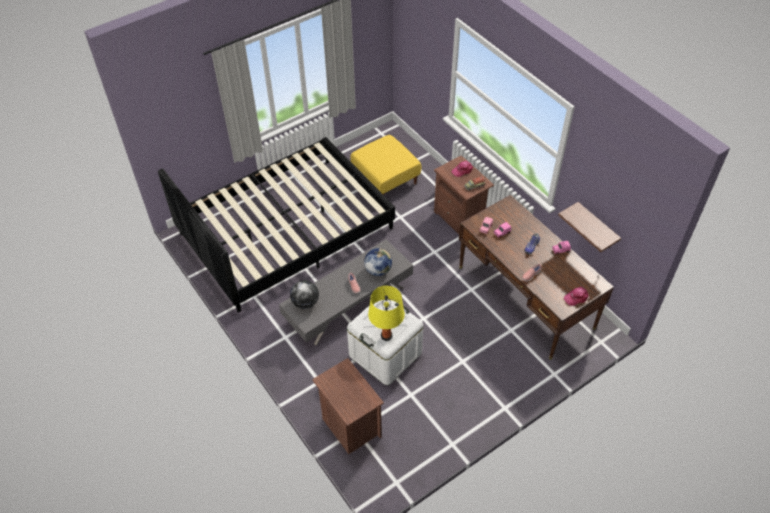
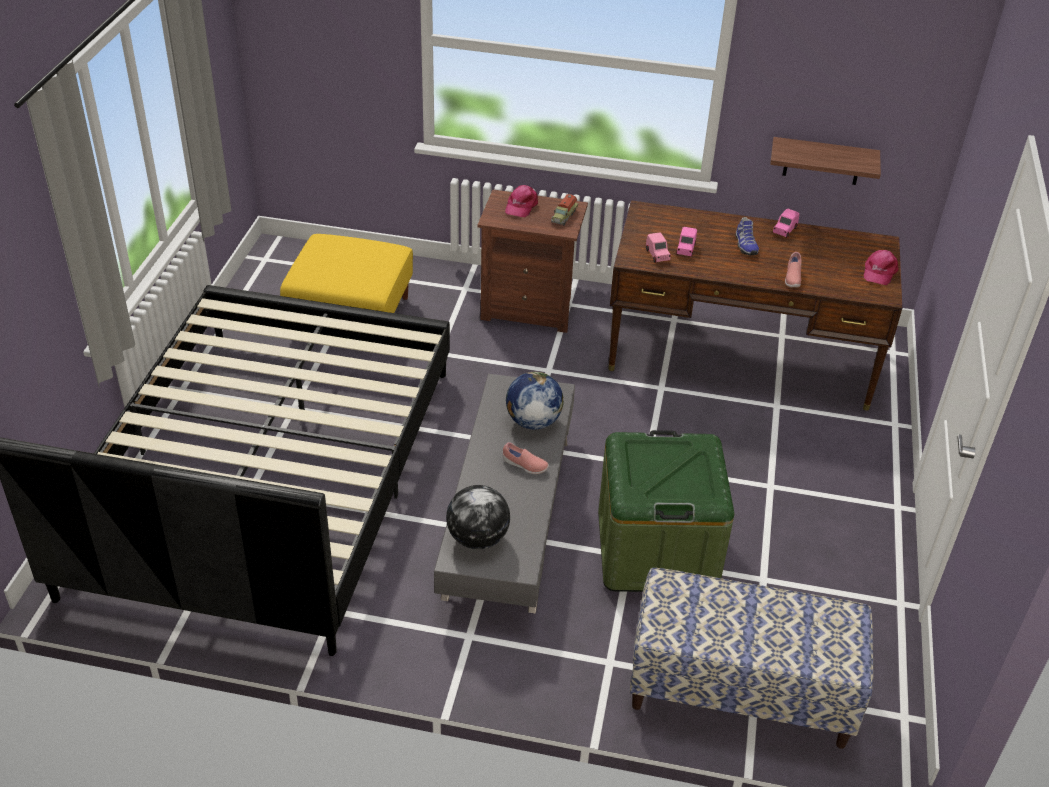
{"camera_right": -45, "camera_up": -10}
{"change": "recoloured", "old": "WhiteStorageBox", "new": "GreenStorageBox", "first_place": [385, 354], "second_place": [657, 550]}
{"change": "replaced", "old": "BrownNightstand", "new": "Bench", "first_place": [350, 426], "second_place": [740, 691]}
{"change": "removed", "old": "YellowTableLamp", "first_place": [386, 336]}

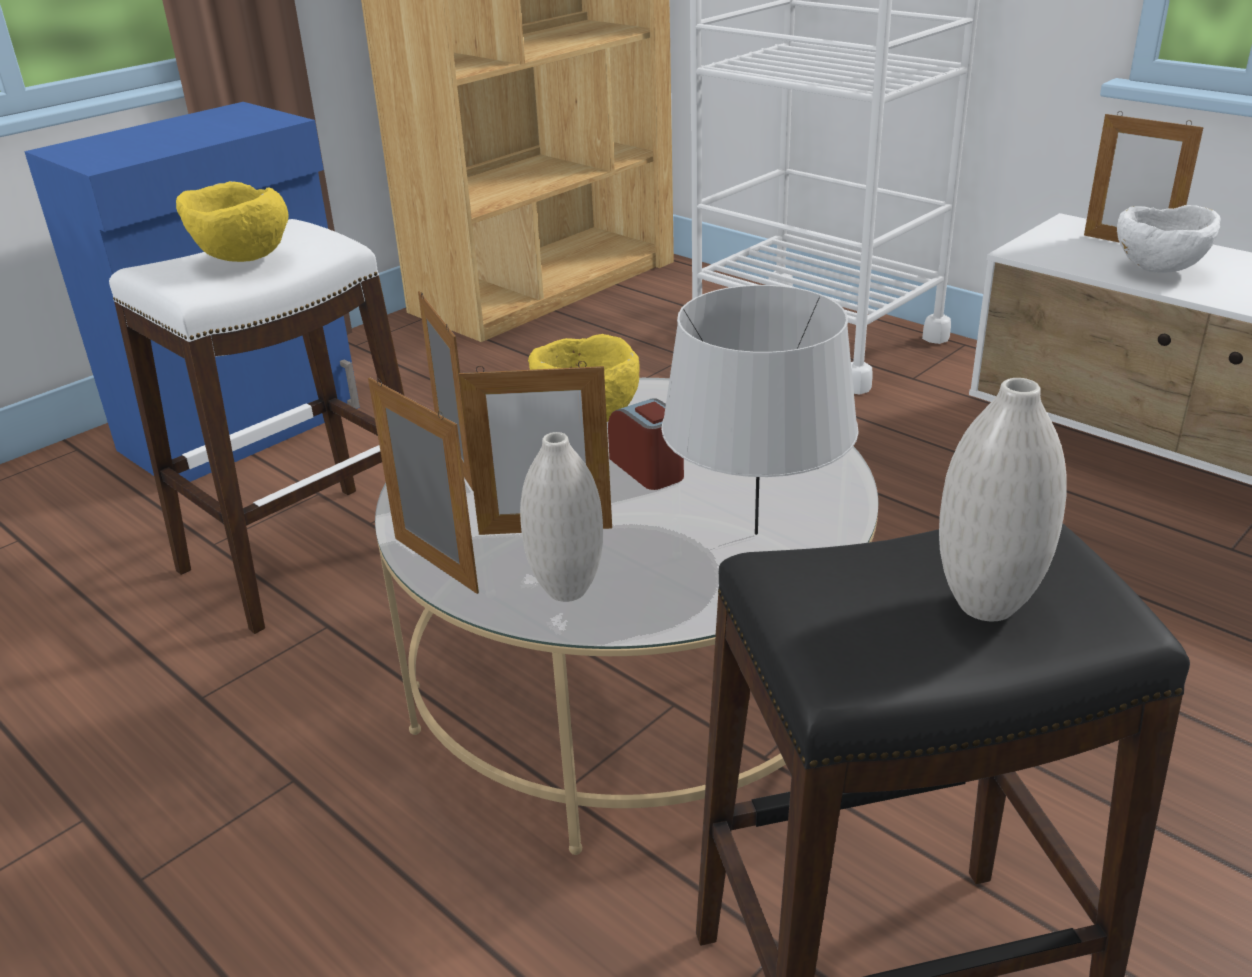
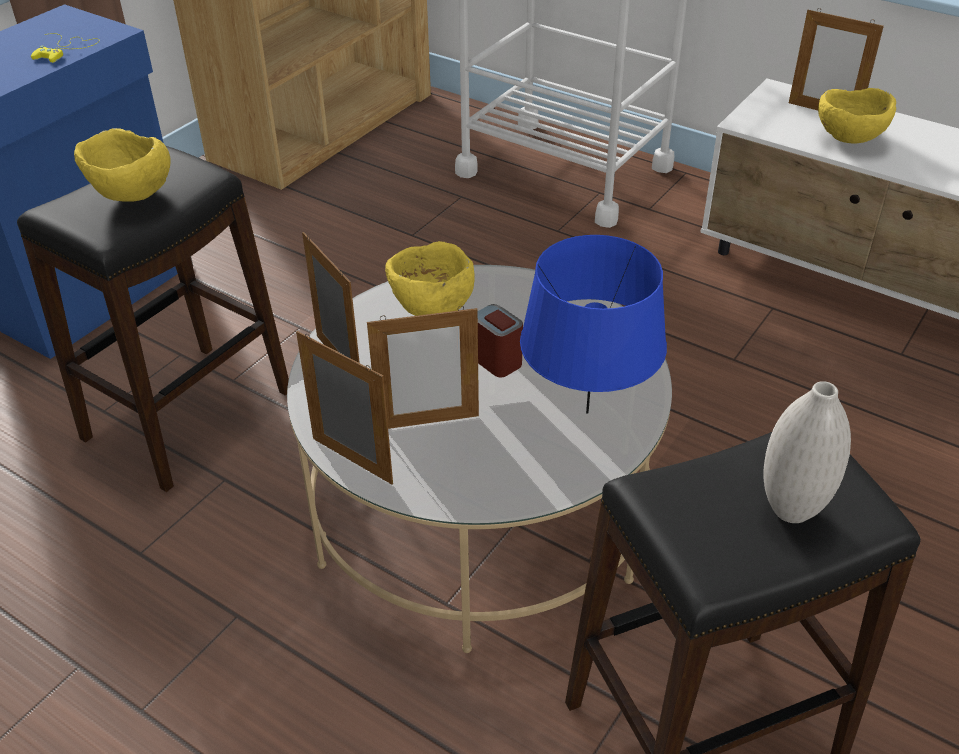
{"camera_right": -10, "camera_up": 10}
{"change": "recoloured", "old": "WhiteStool", "new": "BlackStool", "first_place": [307, 554], "second_place": [188, 414]}
{"change": "added", "new": "YellowGameController", "second_place": [66, 49]}
{"change": "recoloured", "old": "GreyTableLamp", "new": "BlueTableLamp", "first_place": [755, 533], "second_place": [586, 413]}
{"change": "recoloured", "old": "WhiteBowl", "new": "YellowBowl", "first_place": [1158, 272], "second_place": [848, 141]}
{"change": "removed", "old": "WhiteVase", "first_place": [567, 590]}

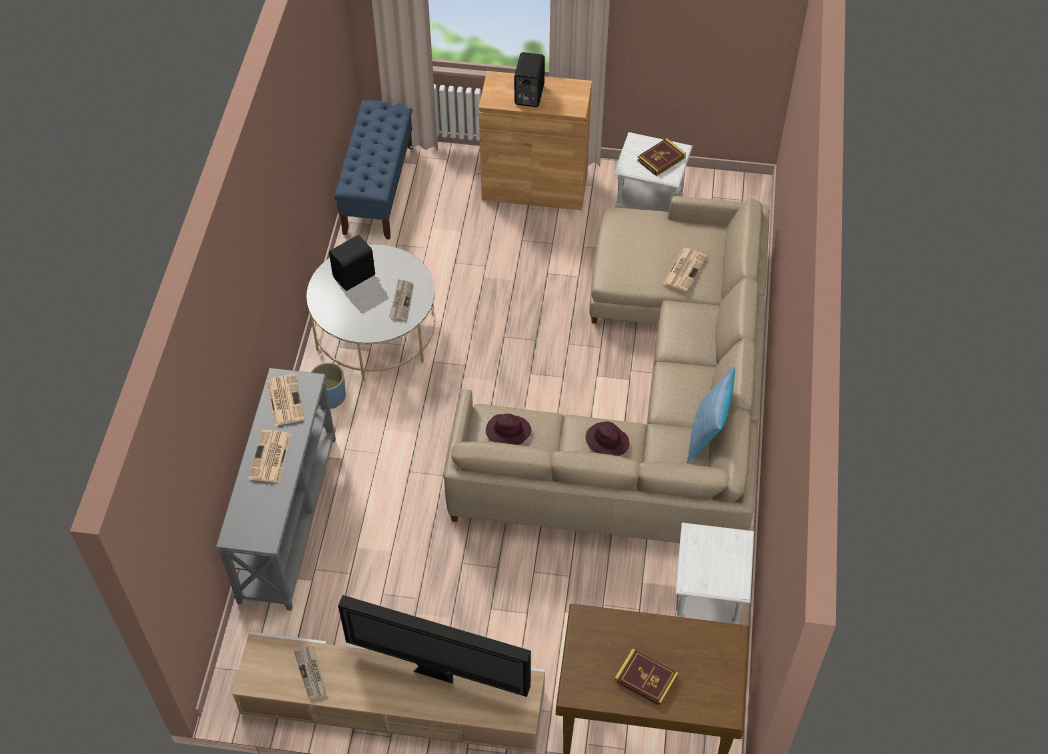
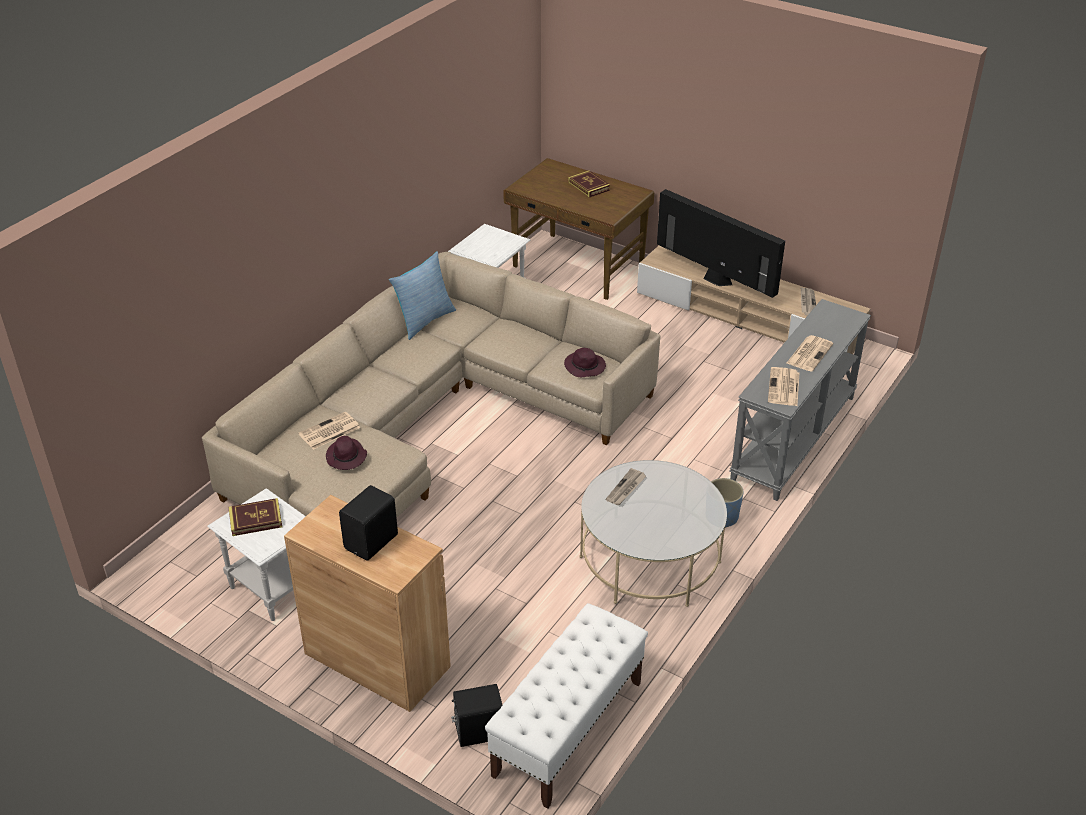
{"camera_right": -155, "camera_up": -15}
{"change": "moved", "old": "PurpleHat", "first_place": [606, 441], "second_place": [346, 457]}
{"change": "moved", "old": "BlackSpeaker", "first_place": [355, 276], "second_place": [478, 731]}
{"change": "recoloured", "old": "BlueBench", "new": "WhiteBench", "first_place": [378, 189], "second_place": [568, 729]}

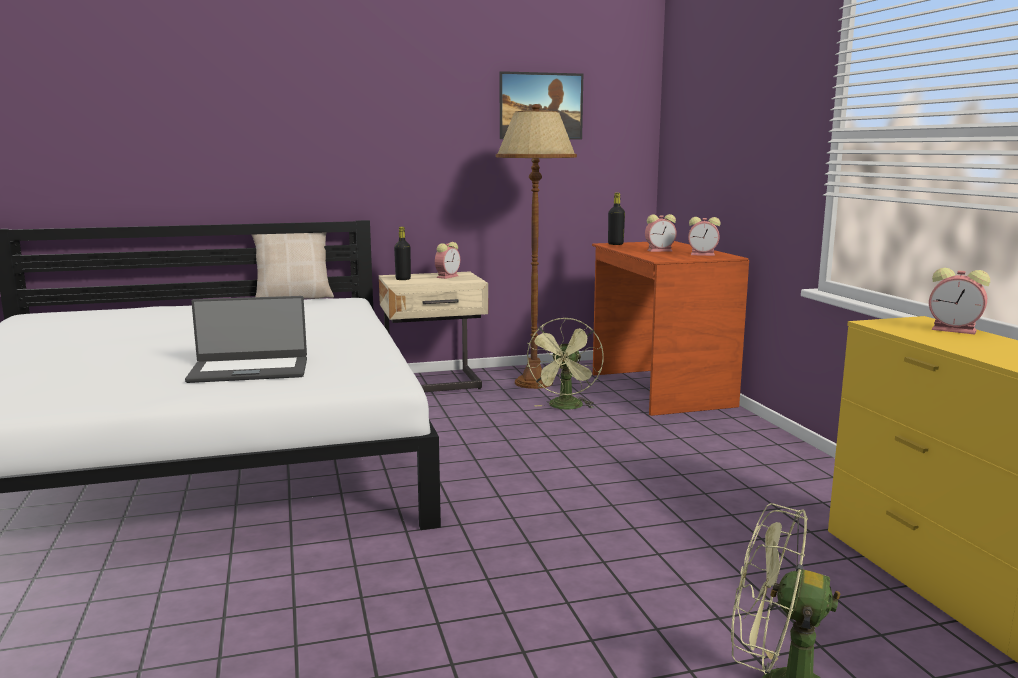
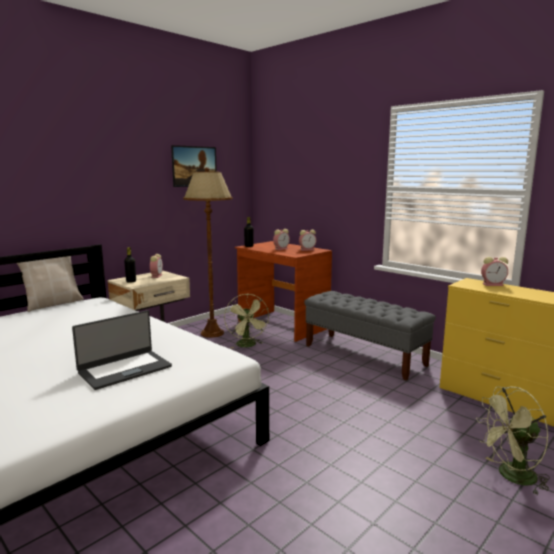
{"camera_right": -30, "camera_up": 0}
{"change": "added", "new": "GreyBench", "second_place": [364, 355]}

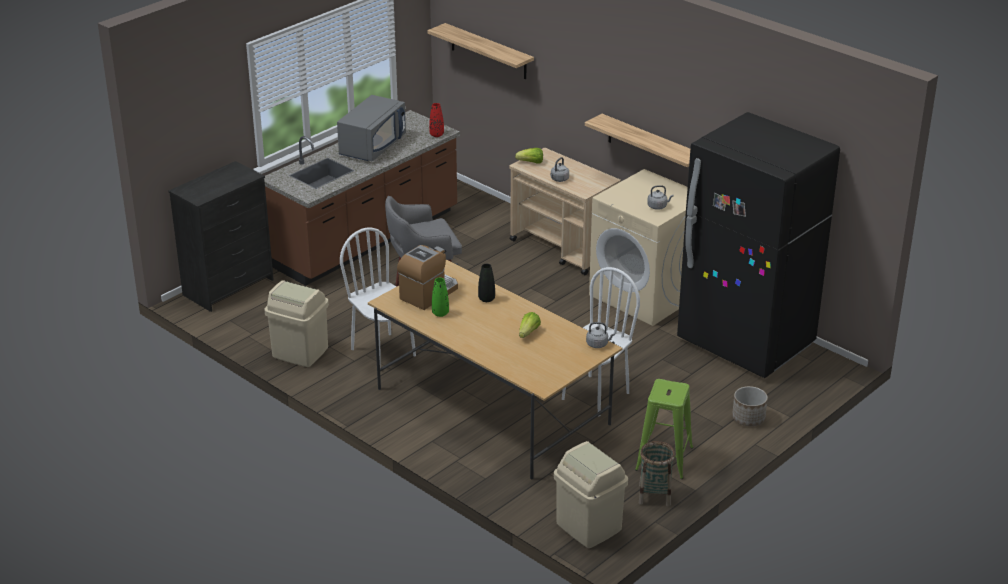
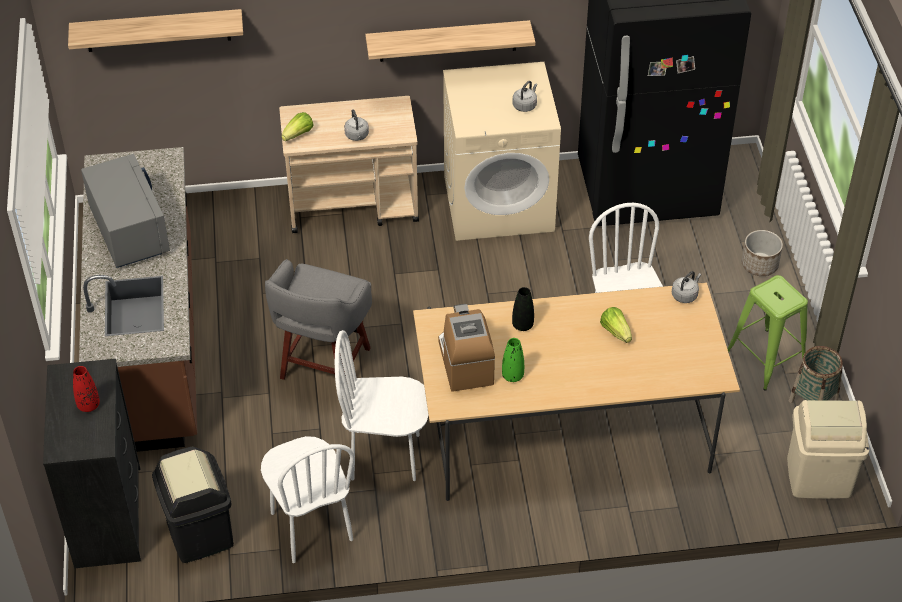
{"camera_right": -50, "camera_up": 15}
{"change": "moved", "old": "RedVase", "first_place": [436, 135], "second_place": [88, 405]}
{"change": "added", "new": "BlackTrashCan", "second_place": [199, 533]}
{"change": "replaced", "old": "BeigeTrashCan", "new": "WhiteChair", "first_place": [300, 352], "second_place": [310, 527]}

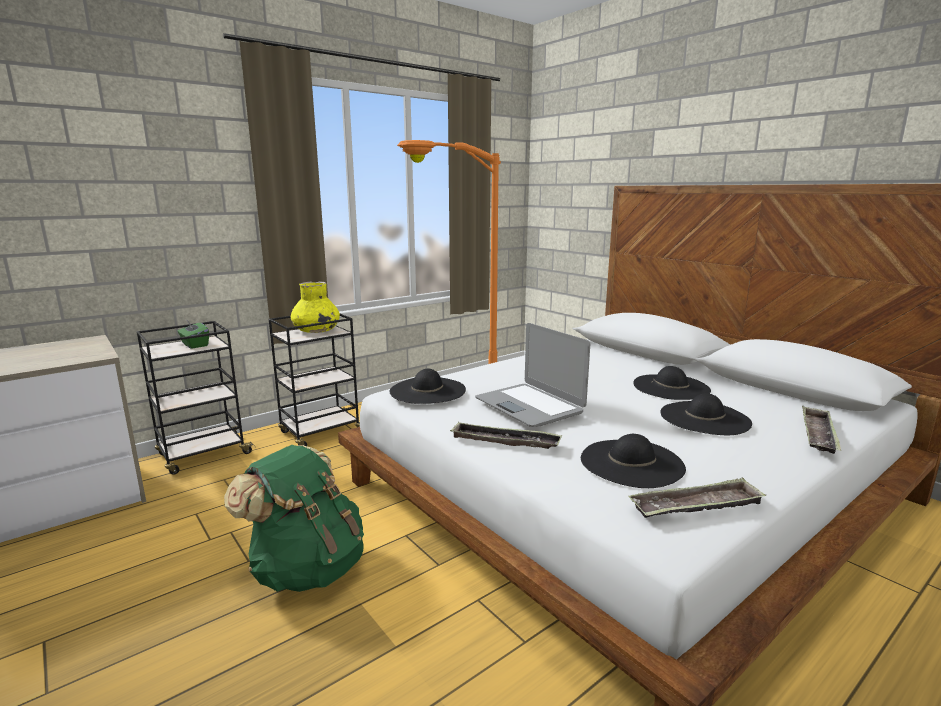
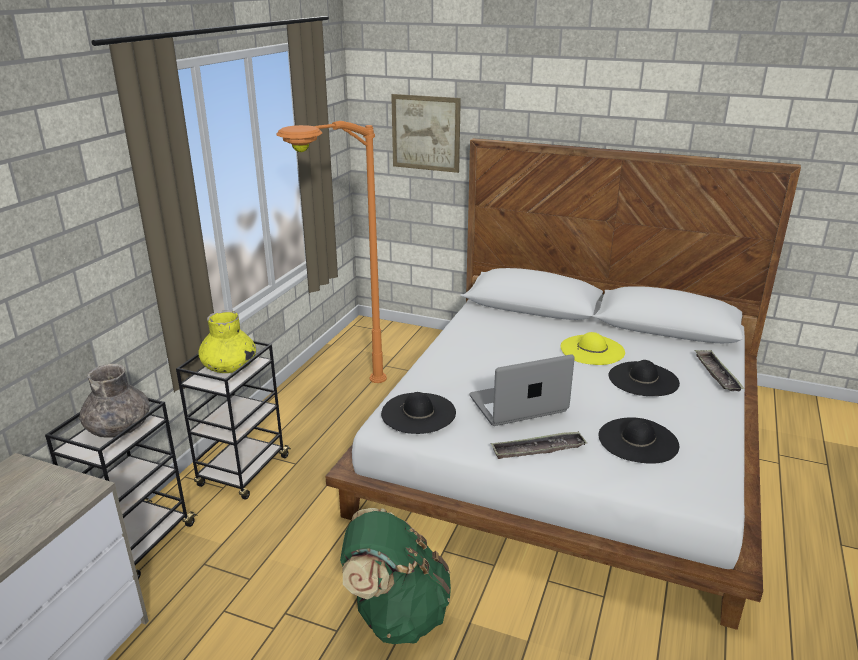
{"camera_right": -30, "camera_up": 10}
{"change": "replaced", "old": "GreenTissueBox", "new": "GreyVase", "first_place": [194, 345], "second_place": [119, 428]}
{"change": "added", "new": "Picture", "second_place": [426, 133]}
{"change": "turned", "old": "Laptop", "first_place": [529, 406], "second_place": [518, 405], "degrees": 135}
{"change": "recoloured", "old": "BlackHat", "new": "YellowHat", "first_place": [671, 387], "second_place": [592, 350]}
{"change": "removed", "old": "Tray", "first_place": [696, 506]}

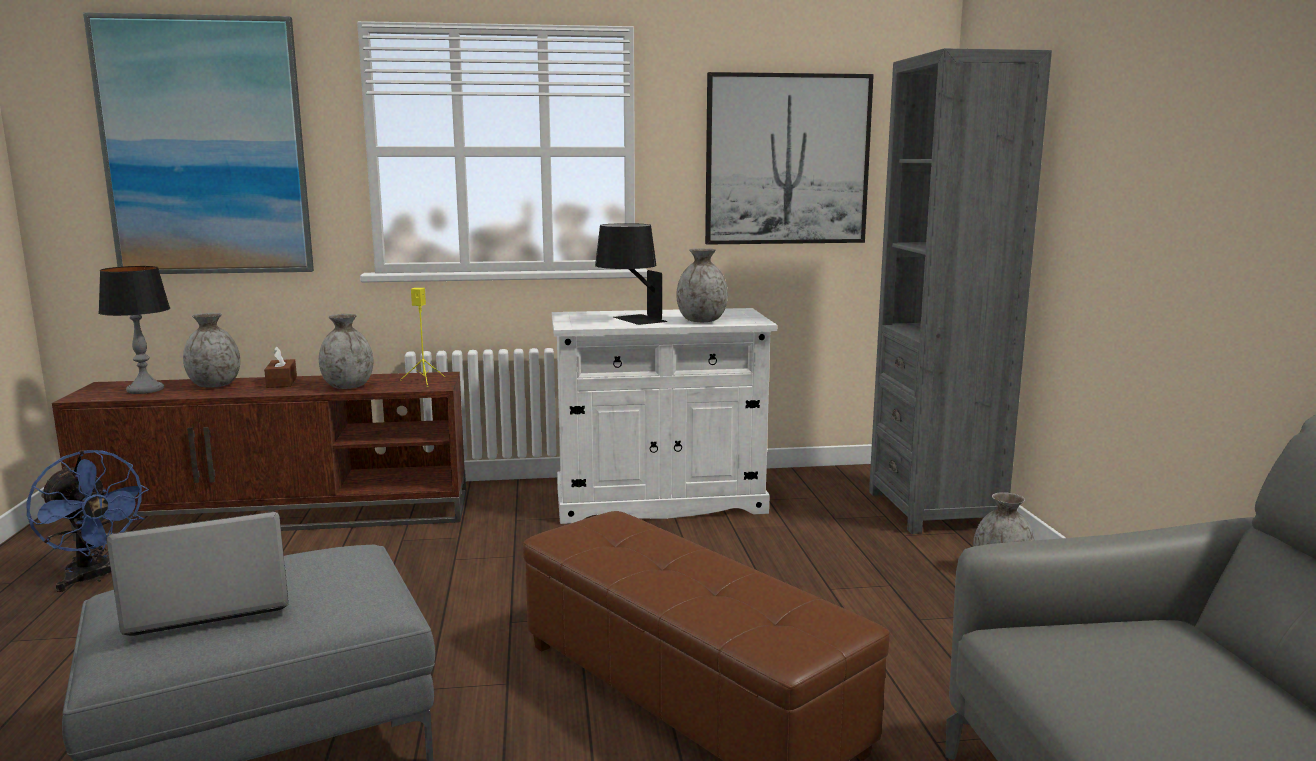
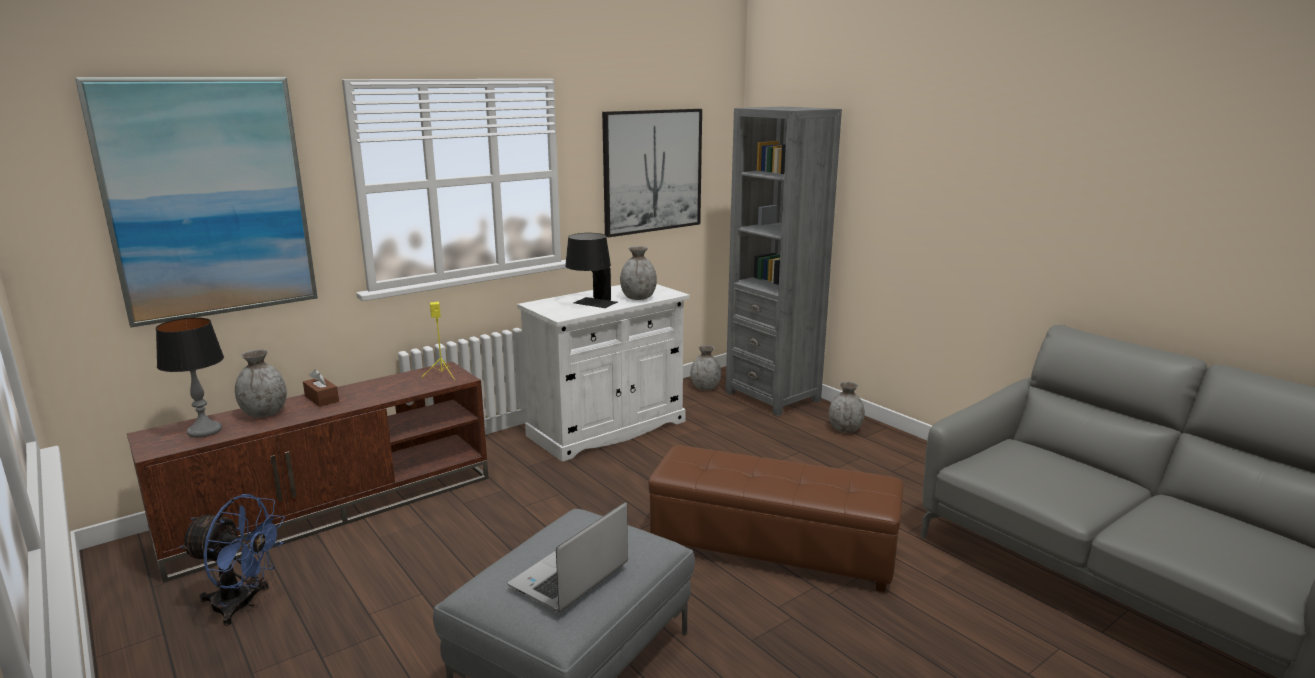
{"camera_right": -30, "camera_up": 5}
{"change": "moved", "old": "GreyVase", "first_place": [348, 386], "second_place": [705, 388]}

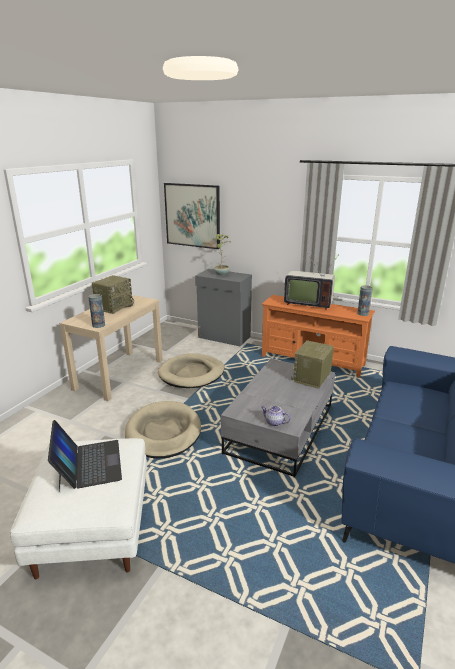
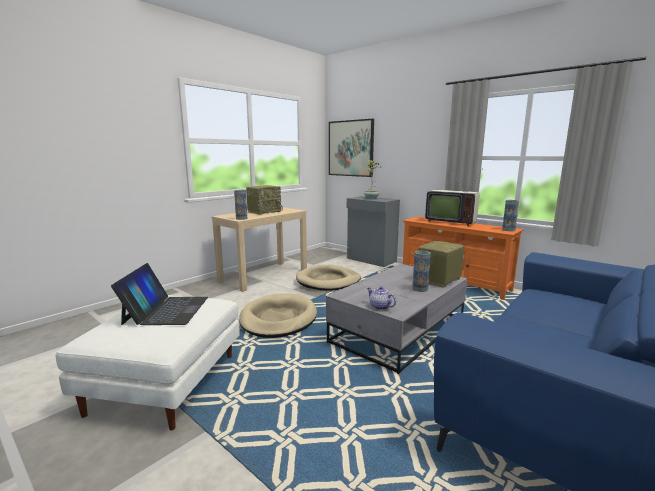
{"camera_right": 15, "camera_up": -10}
{"change": "added", "new": "Vase", "second_place": [420, 289]}

